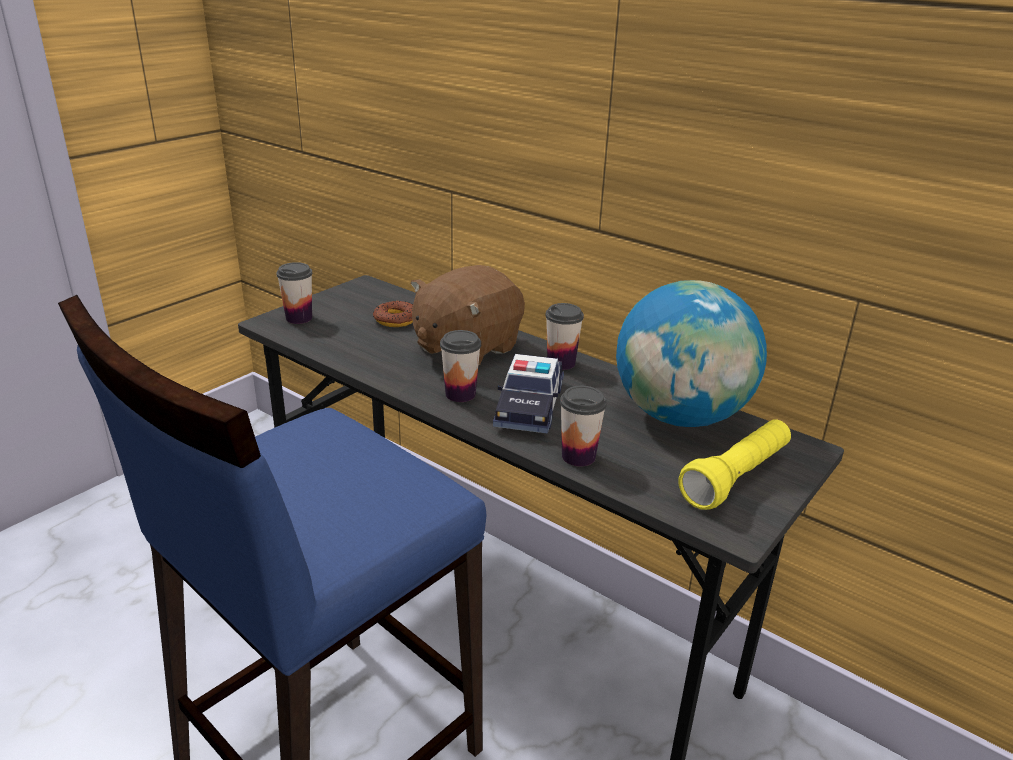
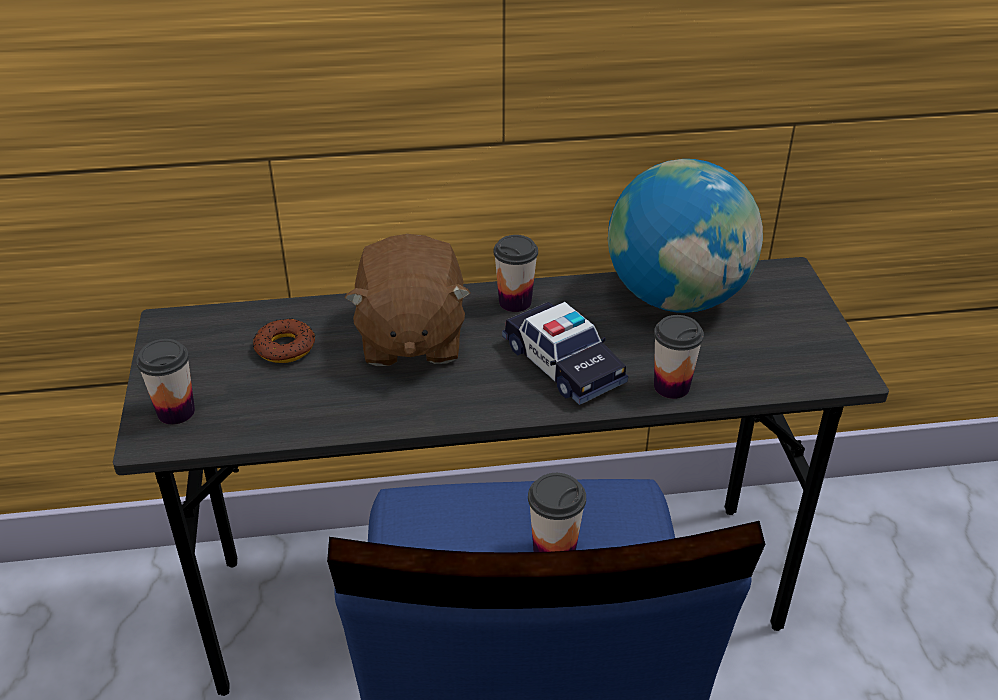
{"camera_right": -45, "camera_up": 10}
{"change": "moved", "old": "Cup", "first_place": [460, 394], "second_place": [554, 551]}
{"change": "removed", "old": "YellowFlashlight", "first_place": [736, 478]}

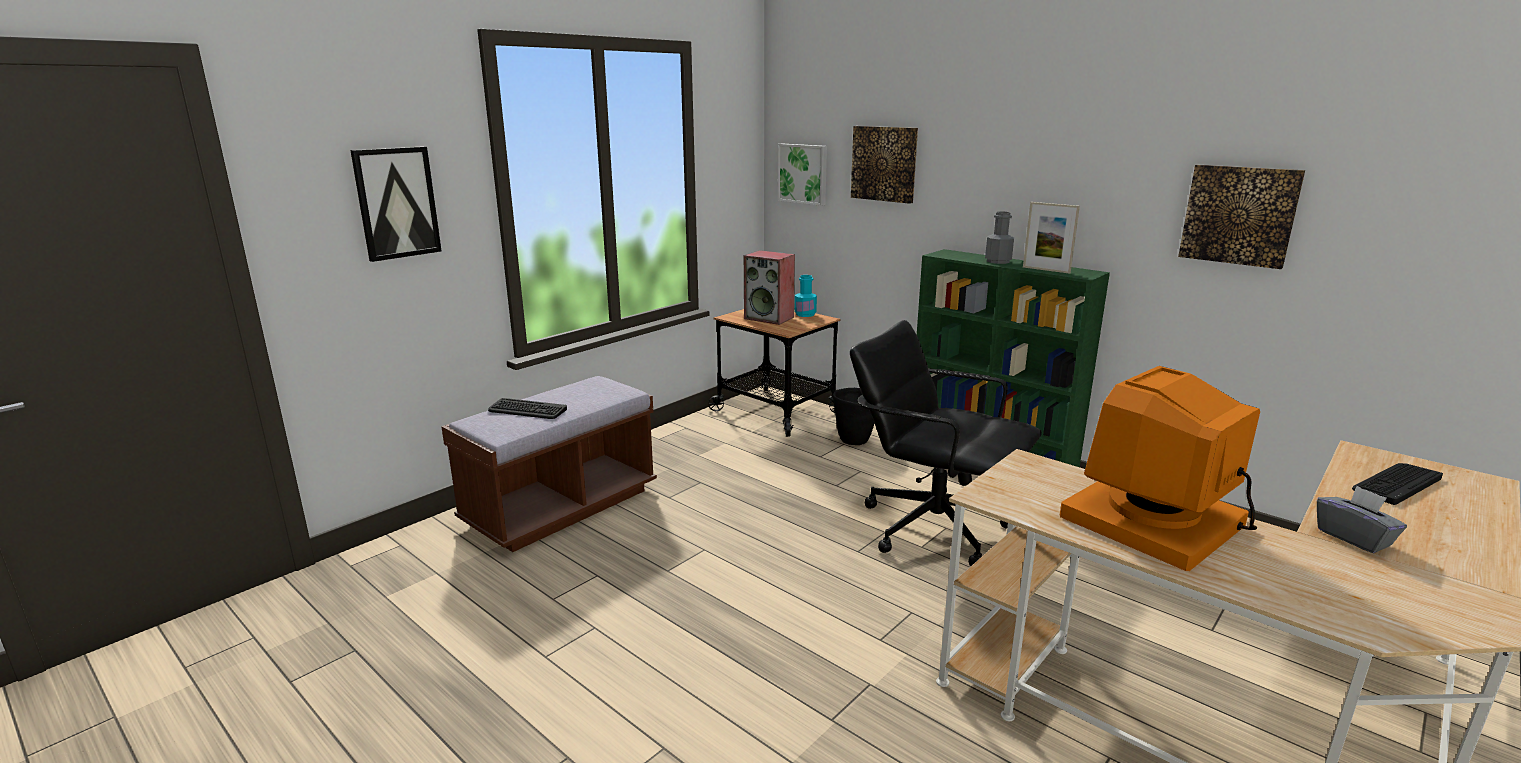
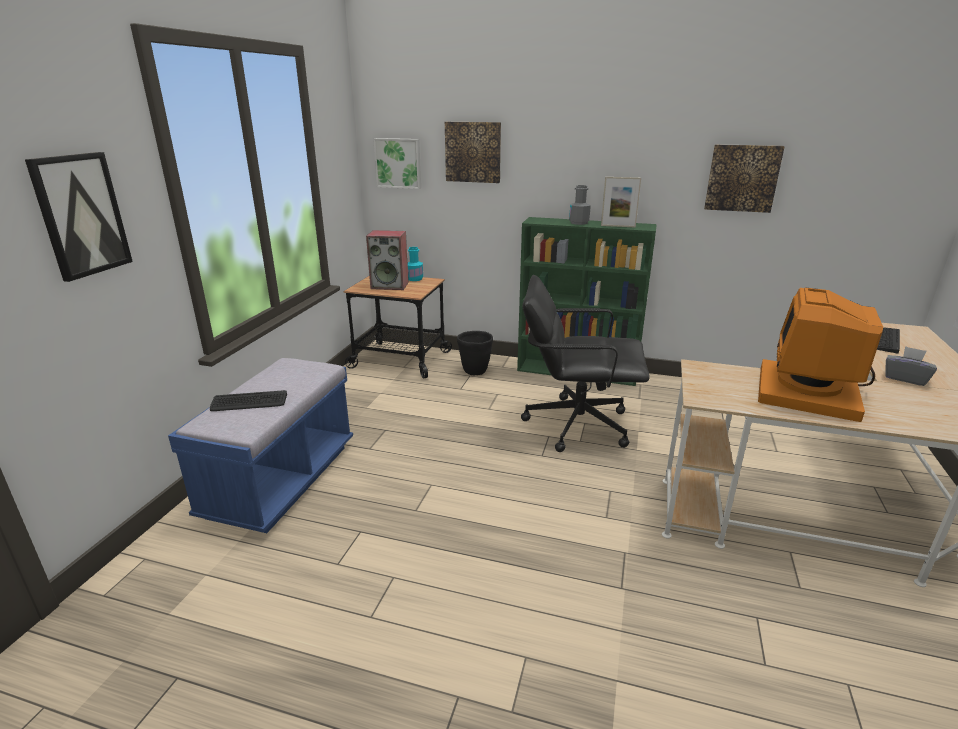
{"camera_right": -25, "camera_up": 5}
{"change": "recoloured", "old": "BrownBench", "new": "BlueBench", "first_place": [561, 507], "second_place": [281, 480]}

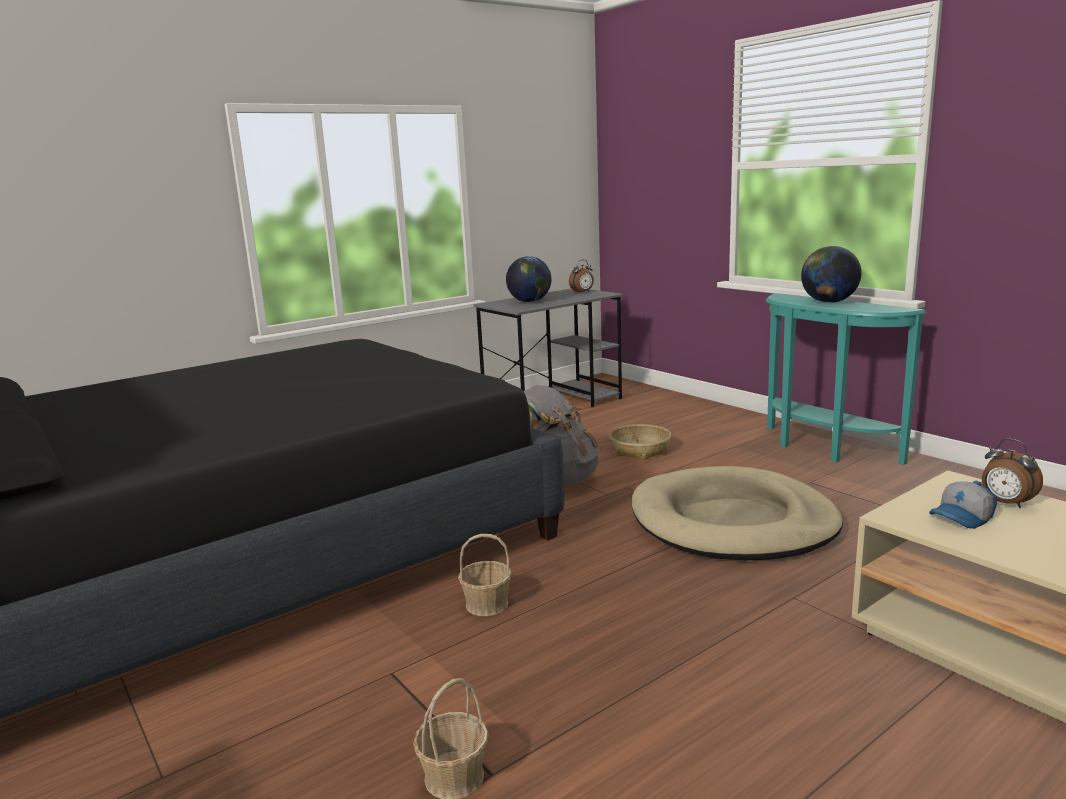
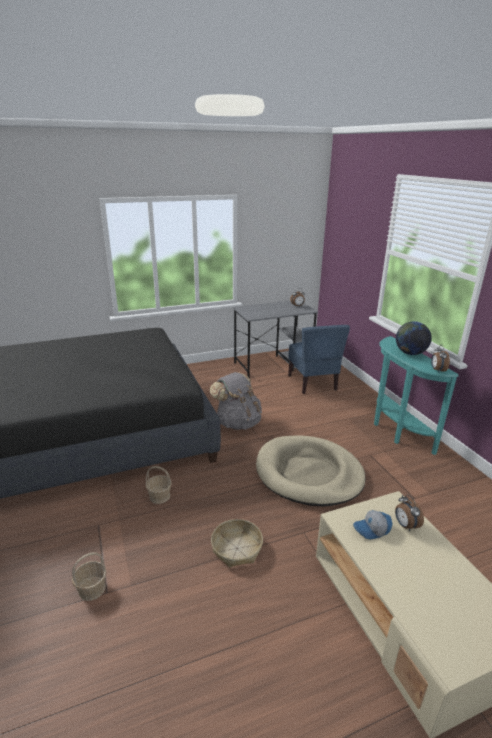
{"camera_right": 15, "camera_up": 10}
{"change": "moved", "old": "Basket", "first_place": [640, 450], "second_place": [236, 548]}
{"change": "added", "new": "BlueChair", "second_place": [313, 383]}
{"change": "added", "new": "AlarmClock", "second_place": [437, 370]}
{"change": "removed", "old": "Globe", "first_place": [530, 301]}

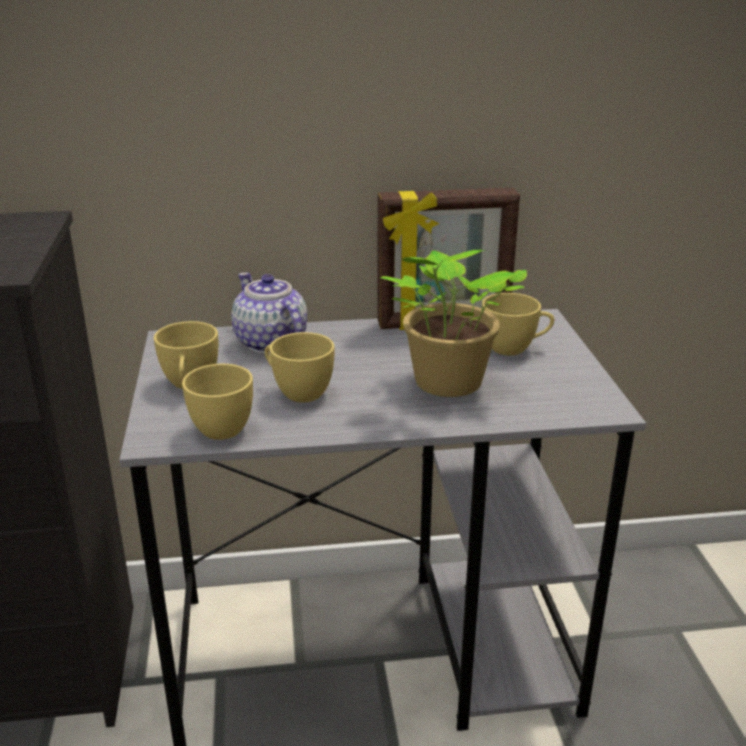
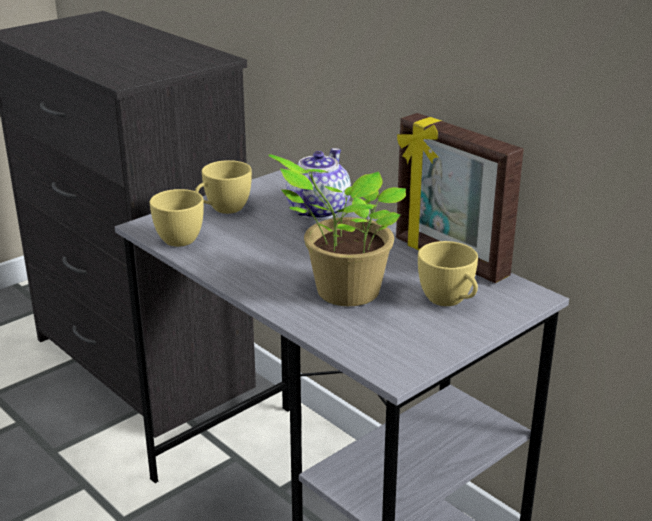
{"camera_right": 55, "camera_up": 0}
{"change": "removed", "old": "YellowCup", "first_place": [297, 392]}

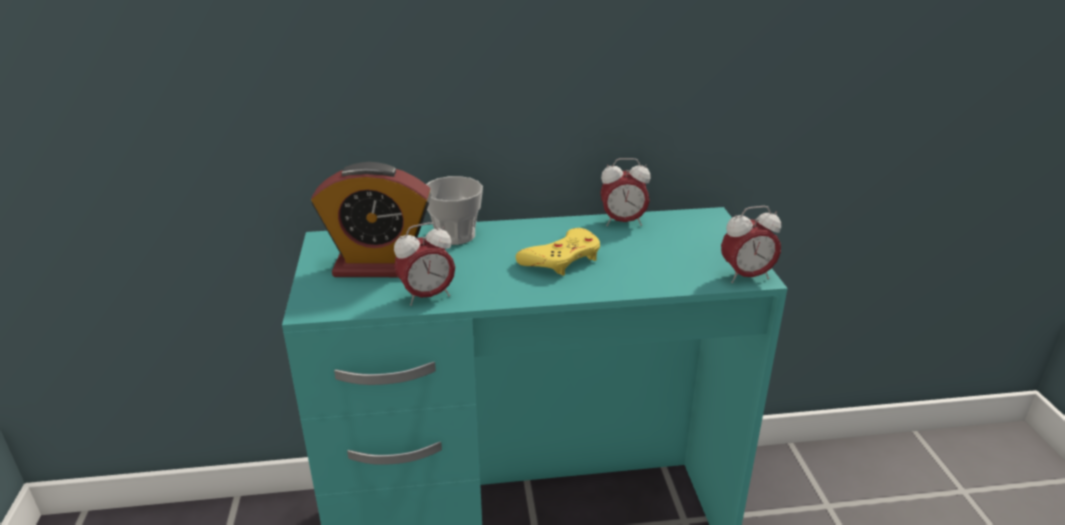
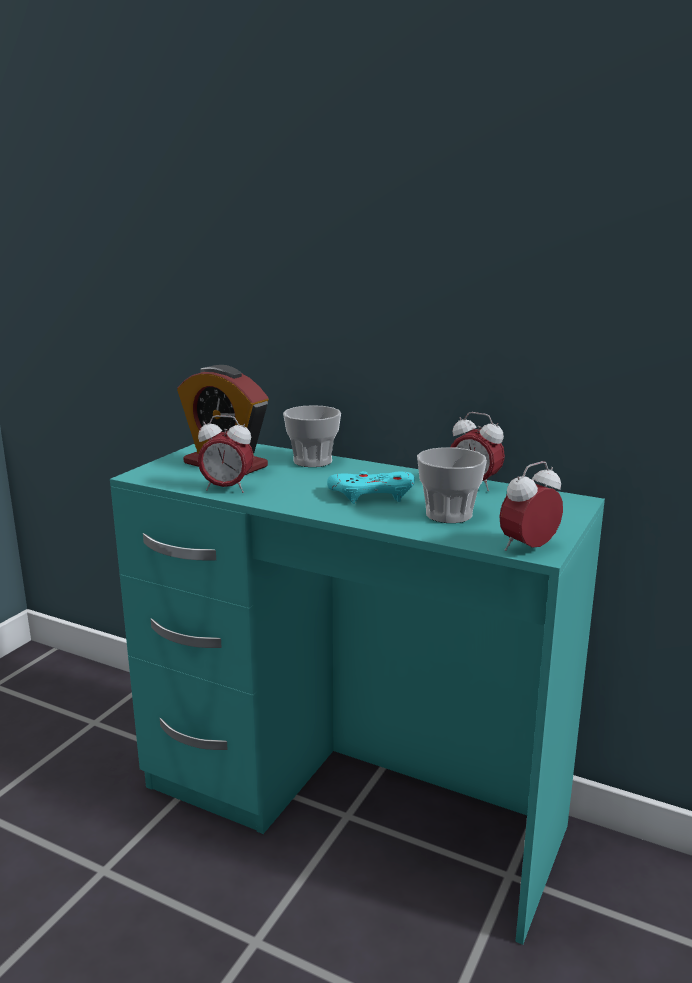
{"camera_right": 35, "camera_up": -10}
{"change": "recoloured", "old": "YellowGameController", "new": "TurquoiseGameController", "first_place": [562, 259], "second_place": [373, 494]}
{"change": "added", "new": "Cup", "second_place": [448, 514]}
{"change": "turned", "old": "AlarmClock", "first_place": [746, 276], "second_place": [528, 548], "degrees": 120}

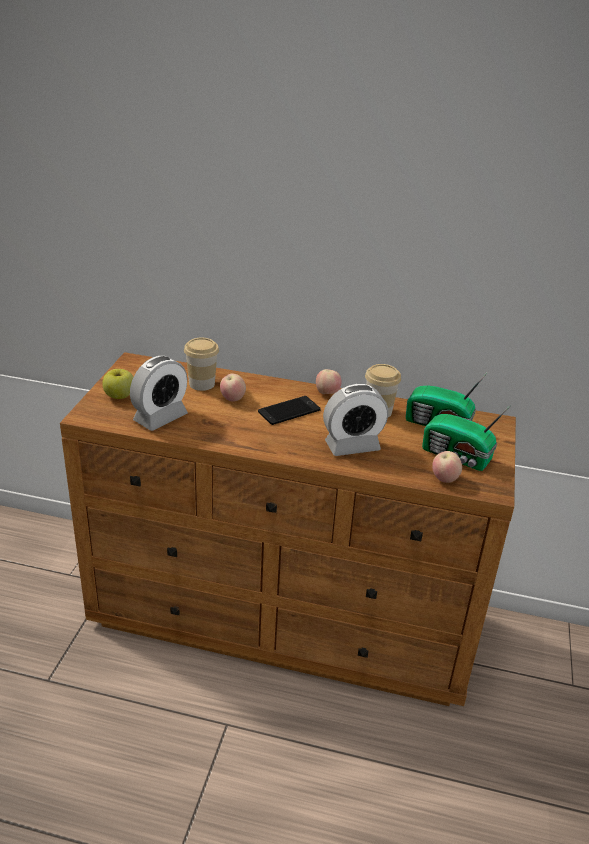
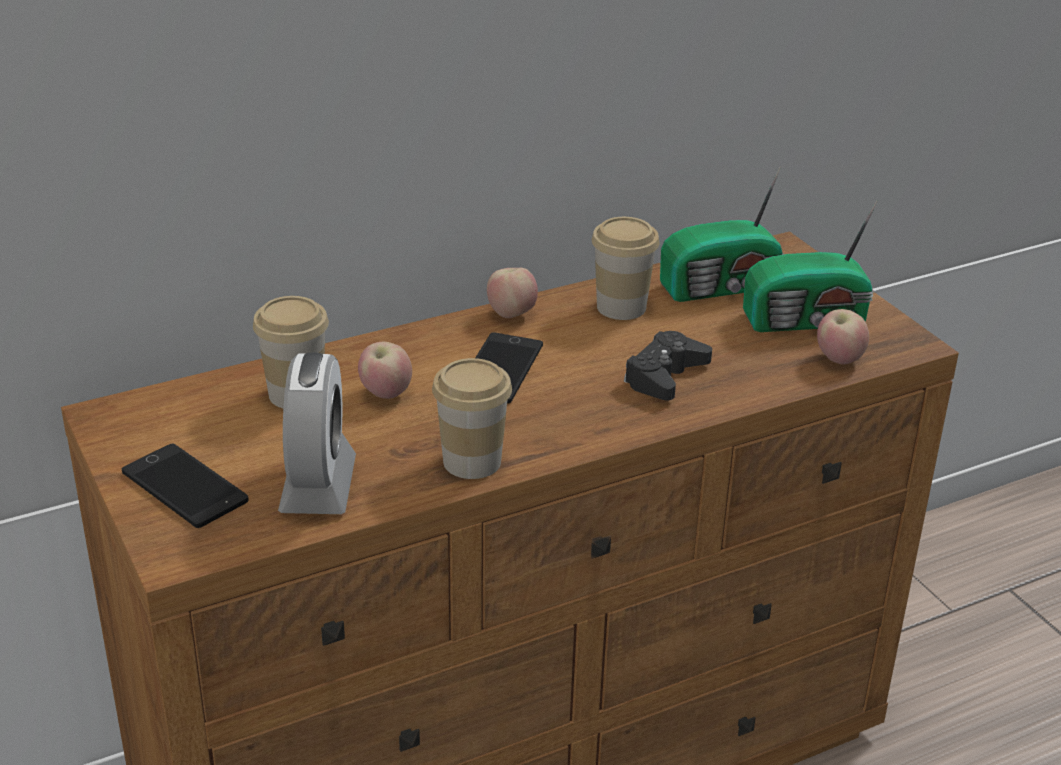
{"camera_right": -40, "camera_up": 0}
{"change": "replaced", "old": "Apple", "new": "Phone", "first_place": [119, 396], "second_place": [184, 487]}
{"change": "added", "new": "Cup", "second_place": [472, 461]}
{"change": "replaced", "old": "AlarmClock", "new": "BlackGameController", "first_place": [352, 446], "second_place": [665, 376]}

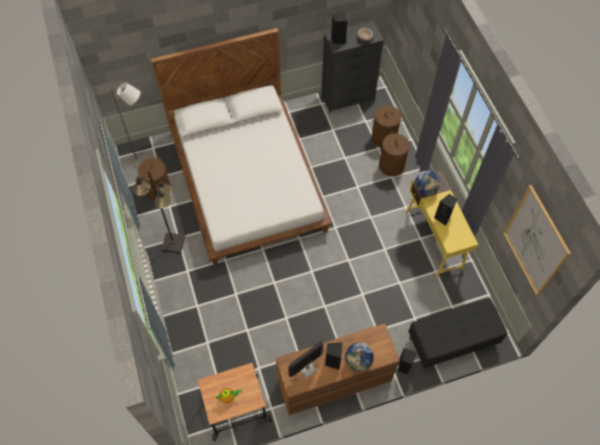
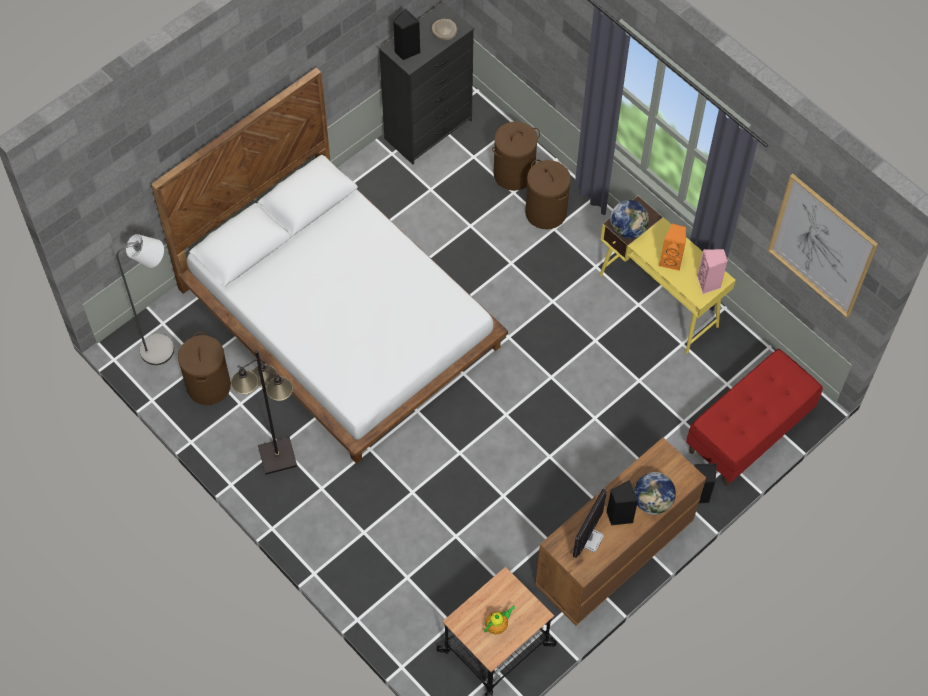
{"camera_right": -25, "camera_up": 0}
{"change": "recoloured", "old": "BlackSpeaker", "new": "OrangeSpeaker", "first_place": [443, 217], "second_place": [671, 261]}
{"change": "recoloured", "old": "BlackBench", "new": "RedBench", "first_place": [452, 341], "second_place": [748, 432]}
{"change": "added", "new": "PinkSpeaker", "second_place": [709, 284]}

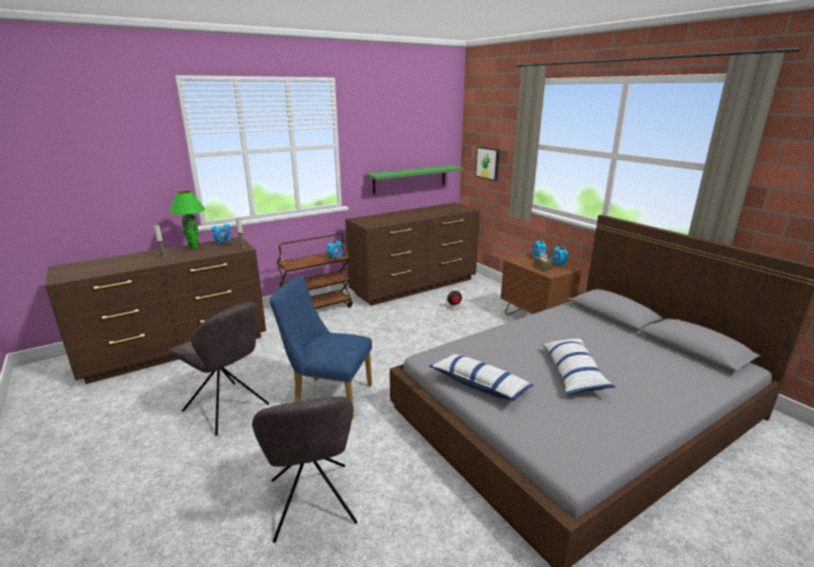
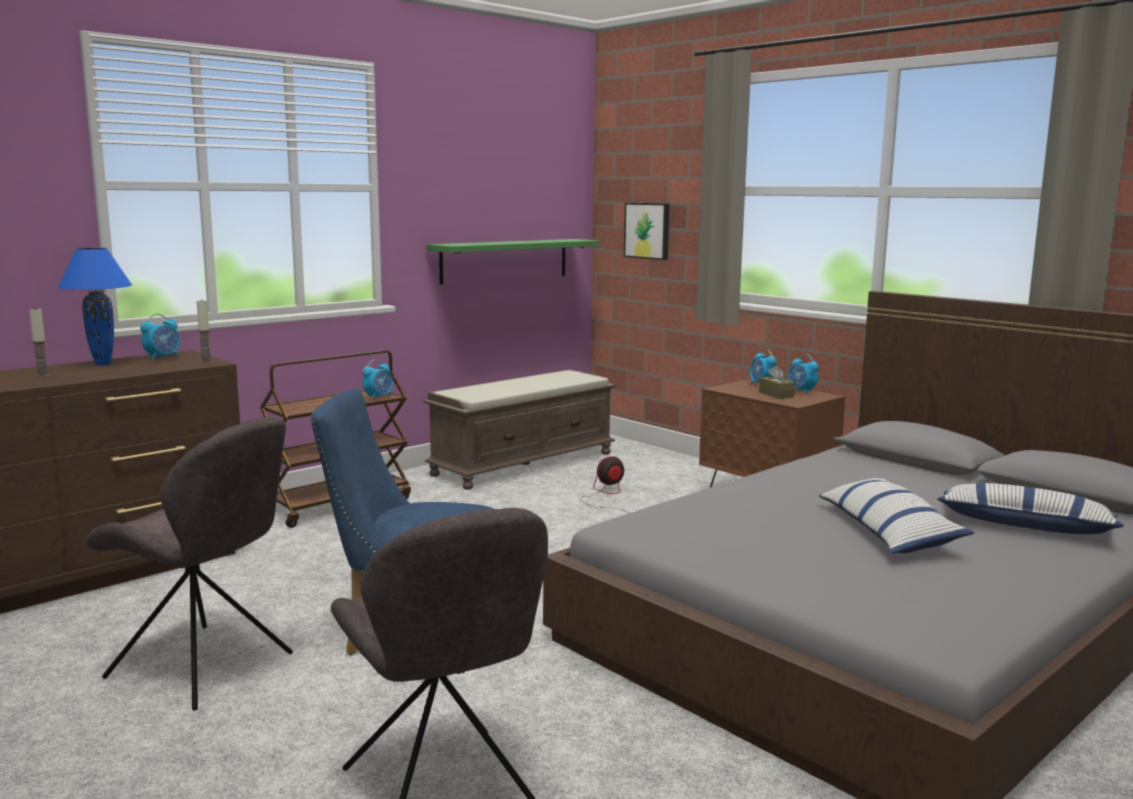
{"camera_right": -10, "camera_up": -10}
{"change": "recoloured", "old": "GreenTableLamp", "new": "BlueTableLamp", "first_place": [194, 247], "second_place": [103, 364]}
{"change": "replaced", "old": "BrownDresser", "new": "BrownBench", "first_place": [415, 286], "second_place": [523, 463]}
{"change": "moved", "old": "Pillow", "first_place": [479, 385], "second_place": [1024, 526]}

